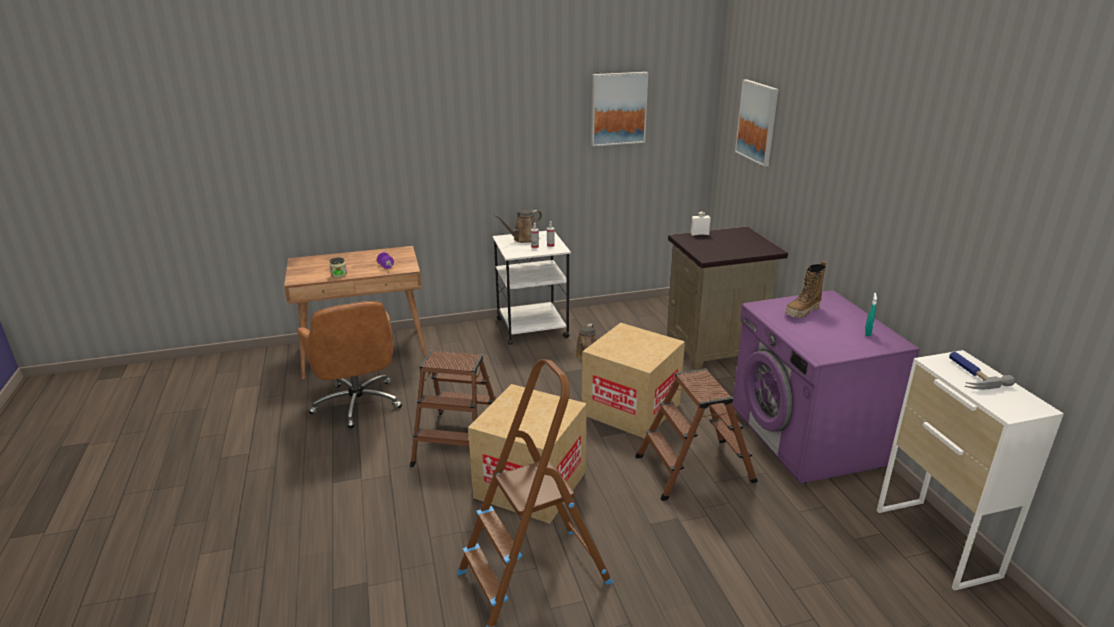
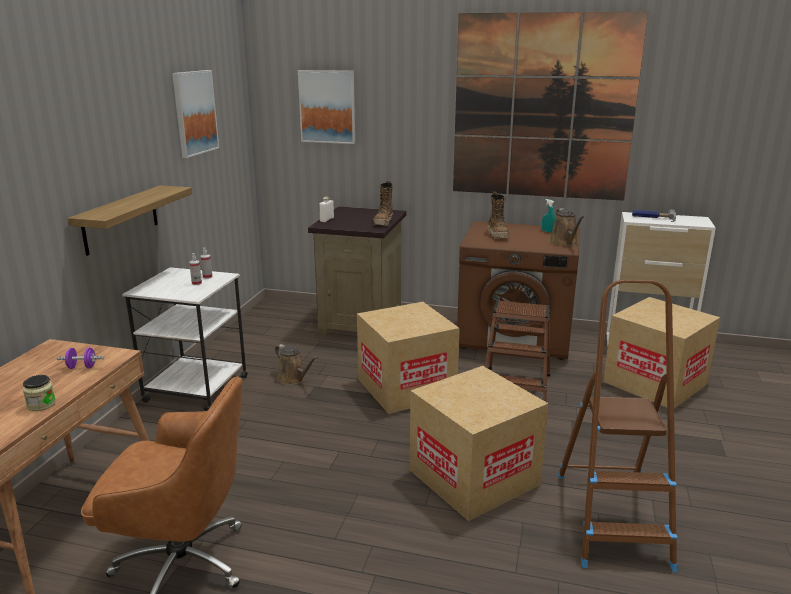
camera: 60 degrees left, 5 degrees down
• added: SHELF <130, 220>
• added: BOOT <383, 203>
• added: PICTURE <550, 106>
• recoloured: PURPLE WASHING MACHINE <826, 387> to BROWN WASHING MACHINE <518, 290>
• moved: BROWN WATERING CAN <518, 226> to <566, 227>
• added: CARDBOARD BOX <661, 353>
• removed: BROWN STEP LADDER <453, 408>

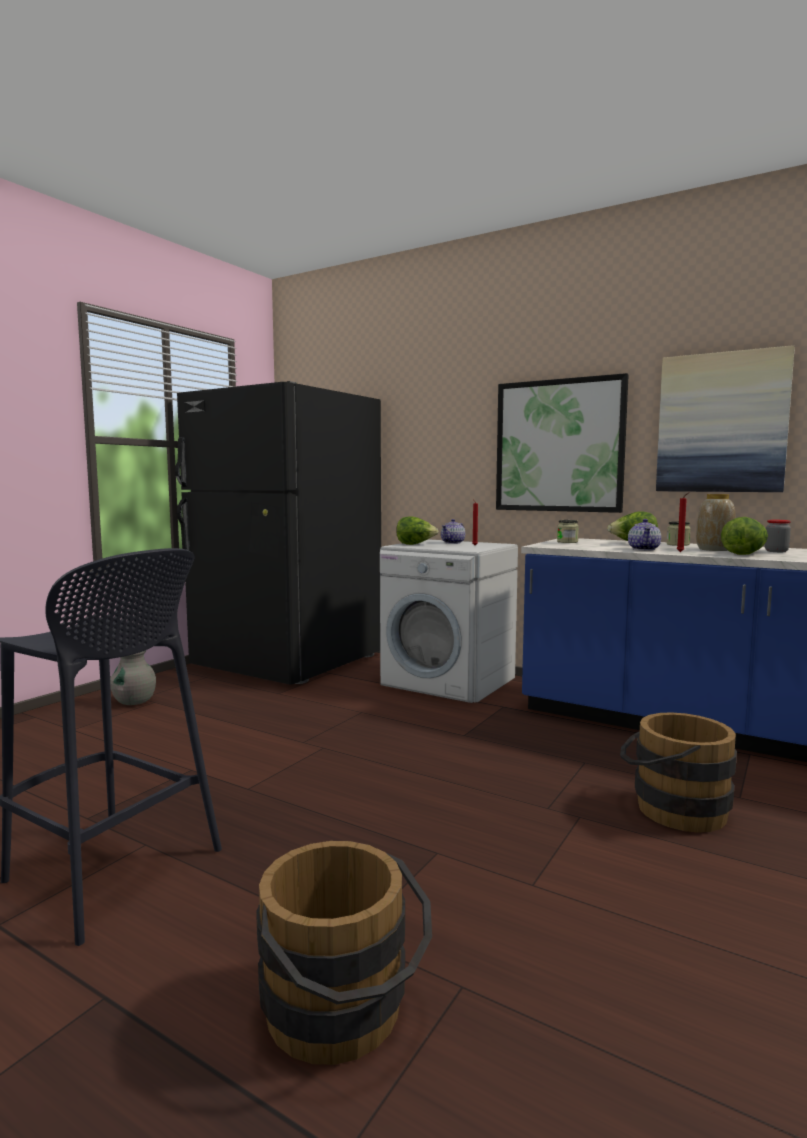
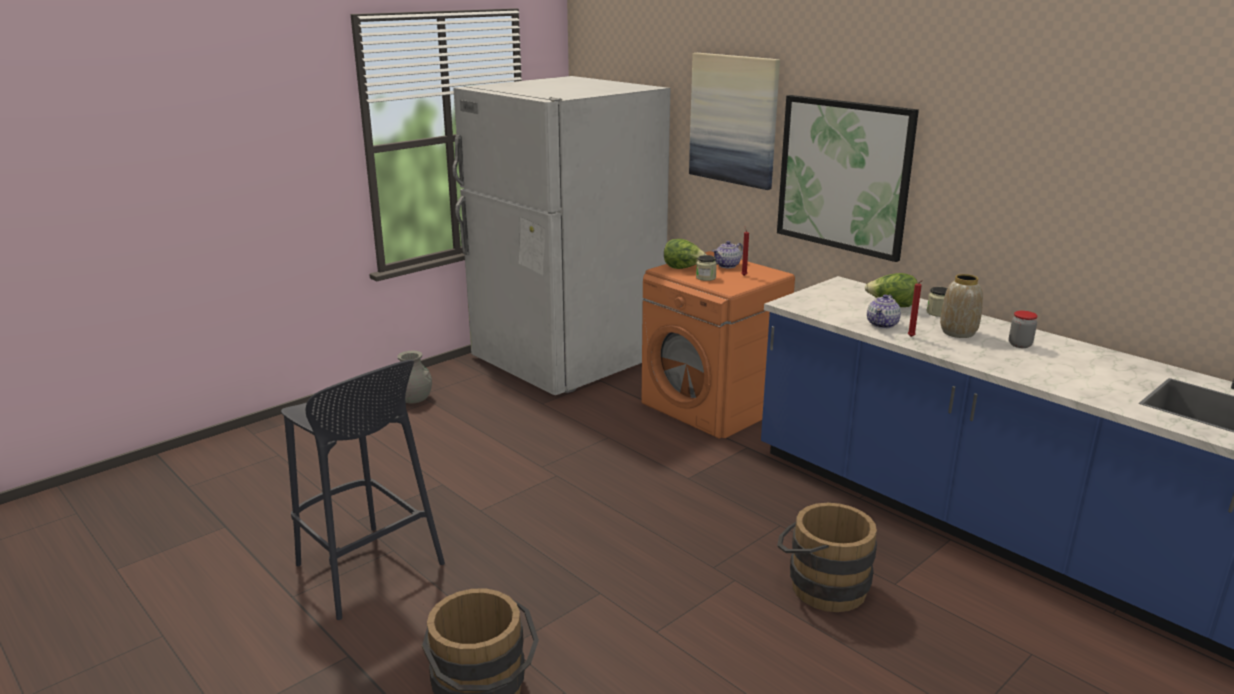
camera: 15 degrees right, 15 degrees up
• recoloured: BLACK FRIDGE <278, 533> to WHITE FRIDGE <561, 235>
• recoloured: WHITE WASHING MACHINE <449, 621> to ORANGE WASHING MACHINE <718, 345>
• moved: PICTURE <725, 418> to <734, 121>
• moved: JAR <568, 531> to <706, 268>
• removed: LETTUCE <744, 536>

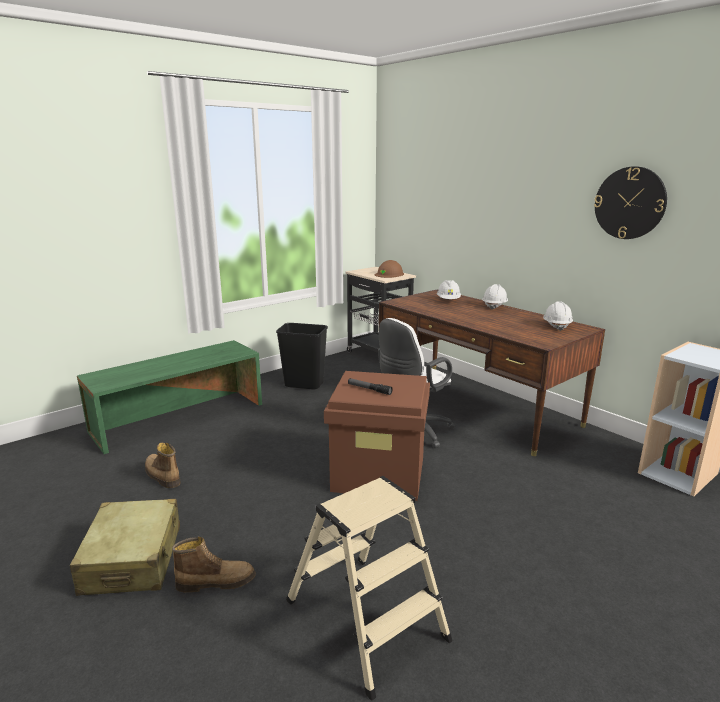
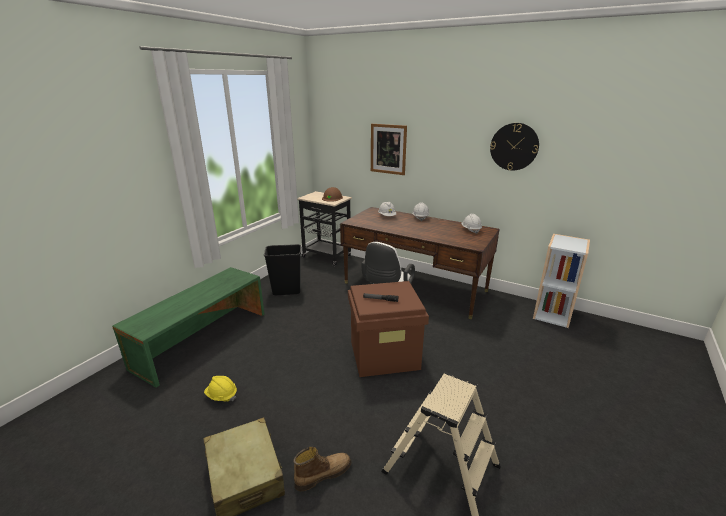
camera: 20 degrees left, 5 degrees up
• replaced: BOOT <163, 465> to YELLOW HARD HAT <220, 389>
• added: PICTURE <389, 149>

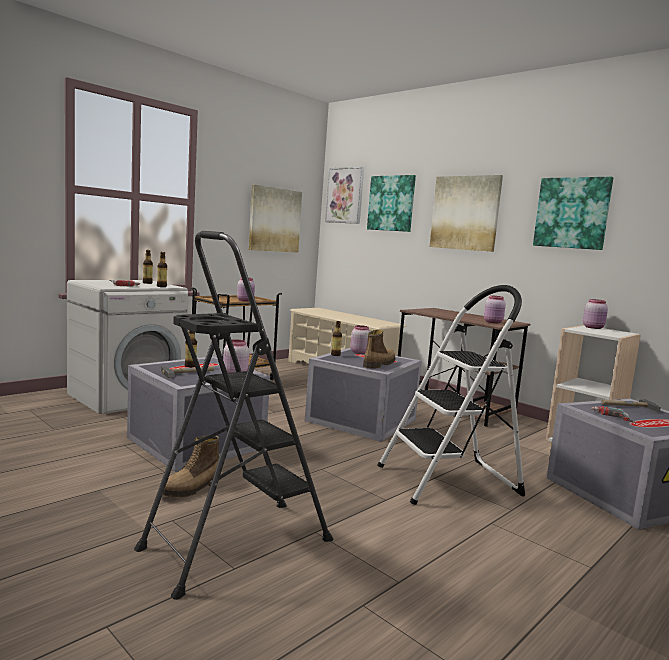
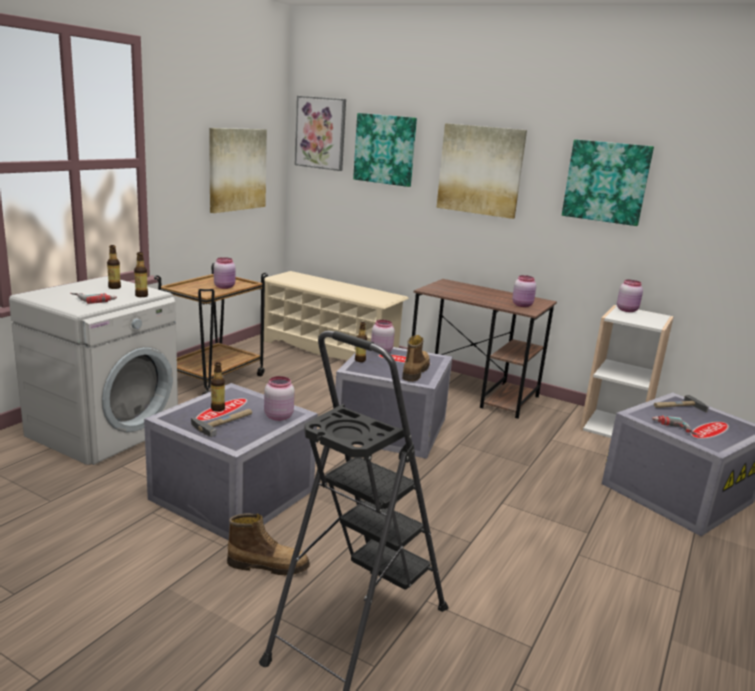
camera: 15 degrees left, 10 degrees up
• turned: BOOT <191, 466> = <268, 544> 105 degrees counterclockwise
• removed: STEP LADDER <451, 395>

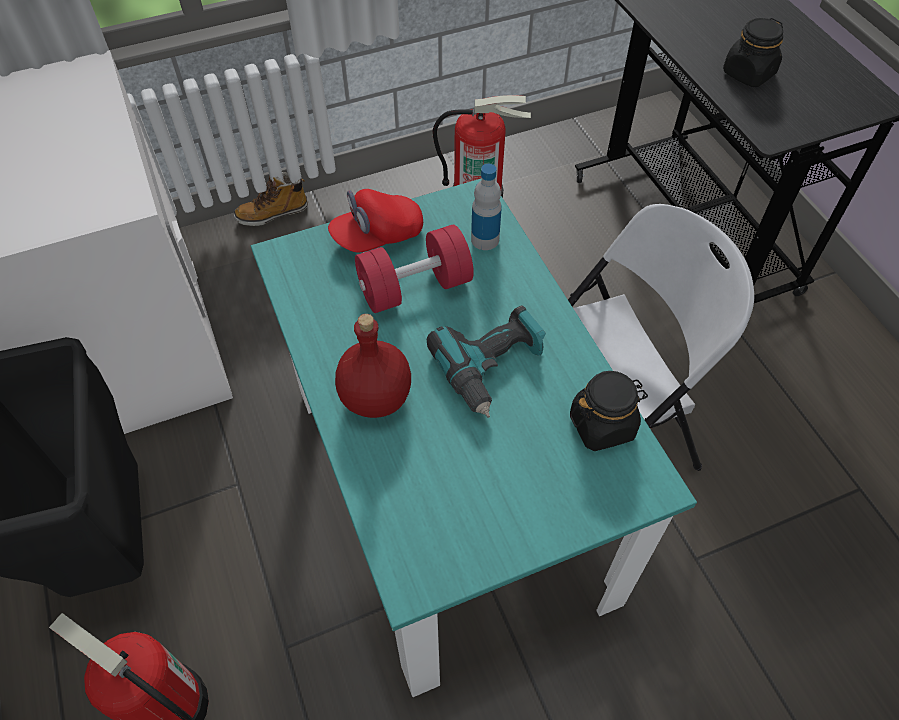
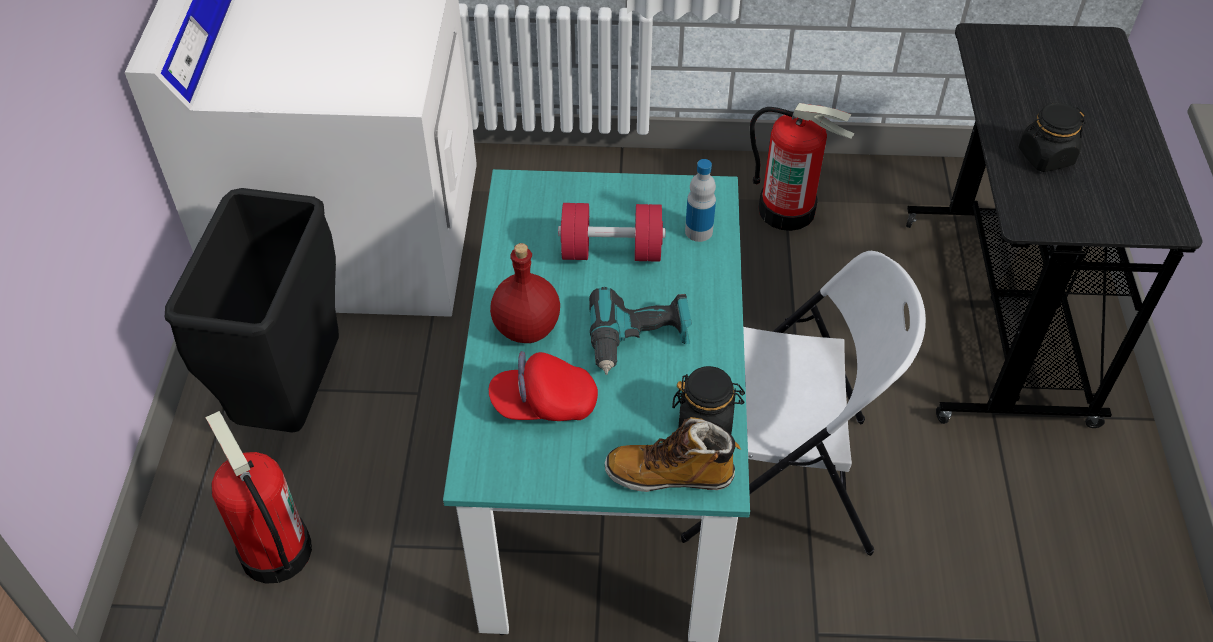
camera: 25 degrees right, 5 degrees down
• moved: RED CAP <375, 220> to <543, 386>
• moved: BOOT <271, 199> to <673, 454>

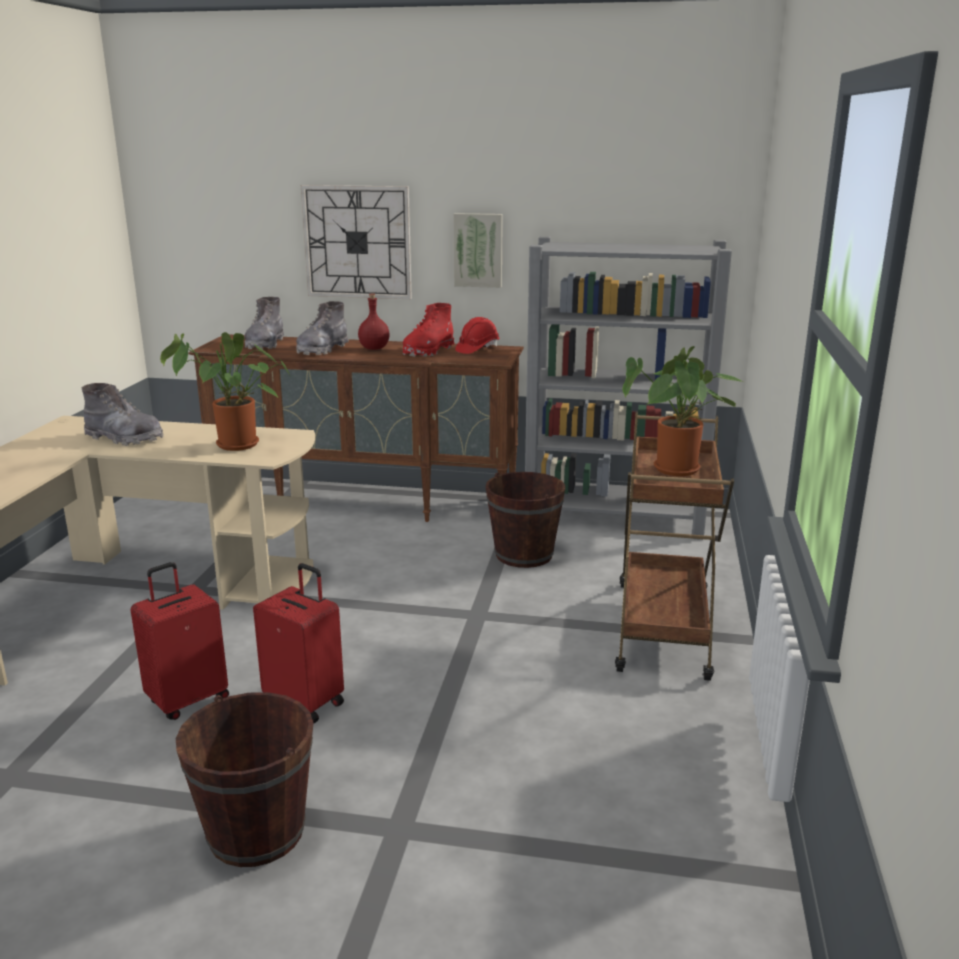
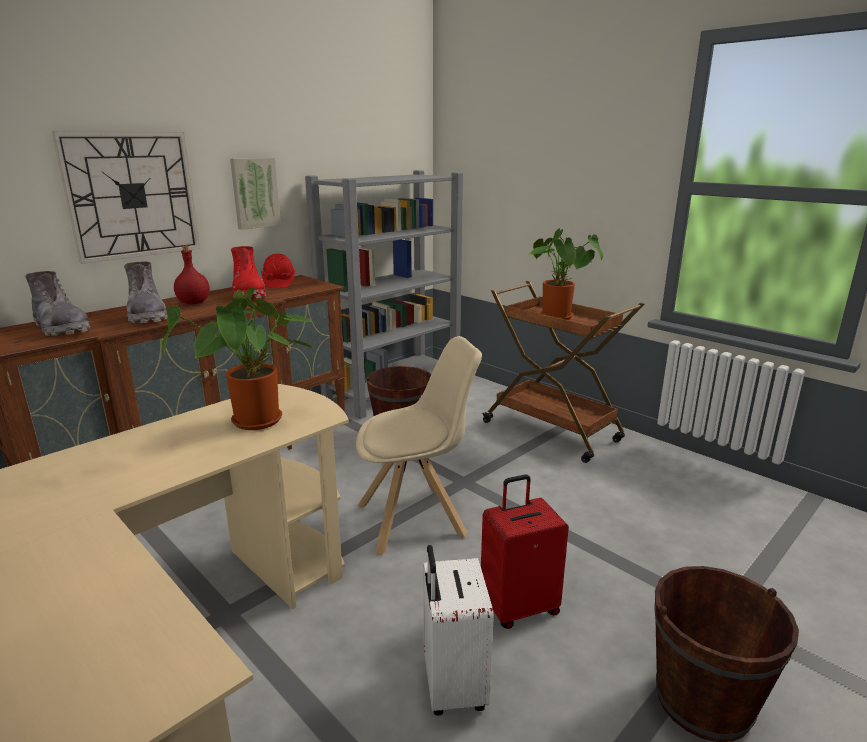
camera: 55 degrees left, 0 degrees up
• added: BEIGE CHAIR <419, 446>
• recoloured: RED SUITCASE <180, 641> to WHITE SUITCASE <458, 630>
• removed: GREY BOOT <123, 414>

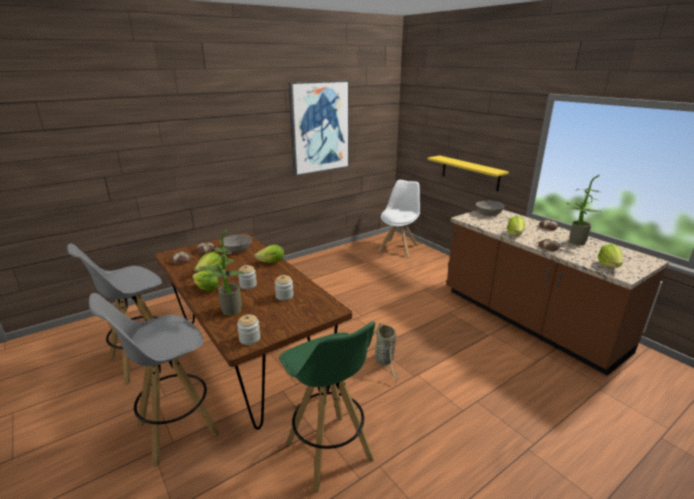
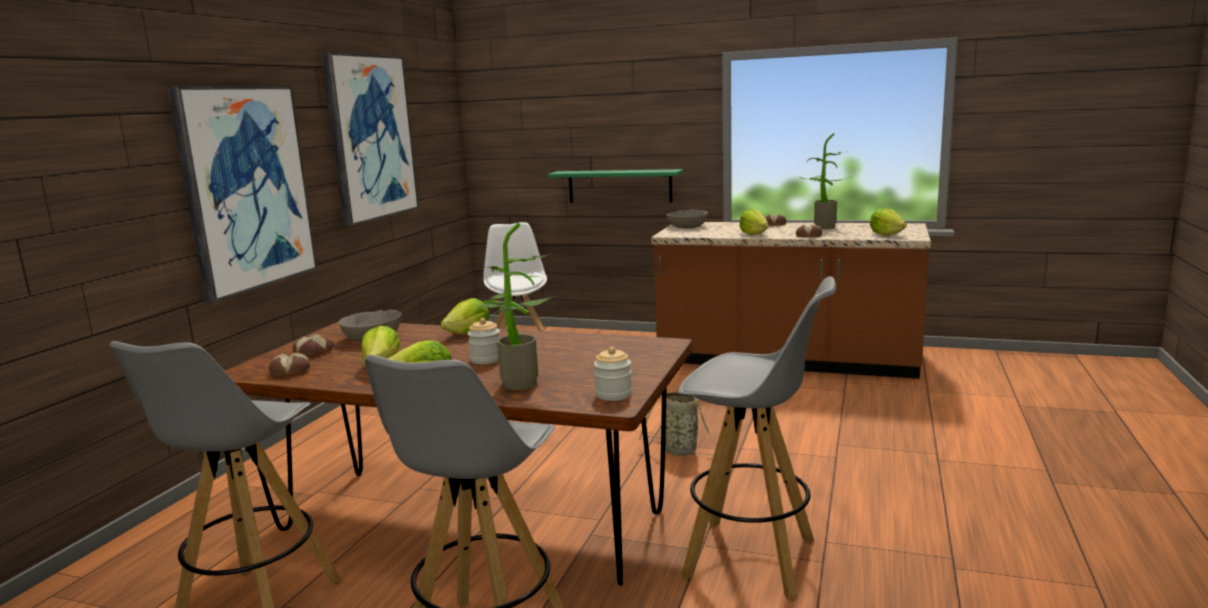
camera: 35 degrees left, 10 degrees down
• added: PICTURE <242, 194>
• recoloured: YELLOW SHELF <468, 173> to GREEN SHELF <615, 186>
• recoloured: GREEN STOOL <327, 407> to GREY STOOL <757, 438>
• removed: JAR <284, 288>

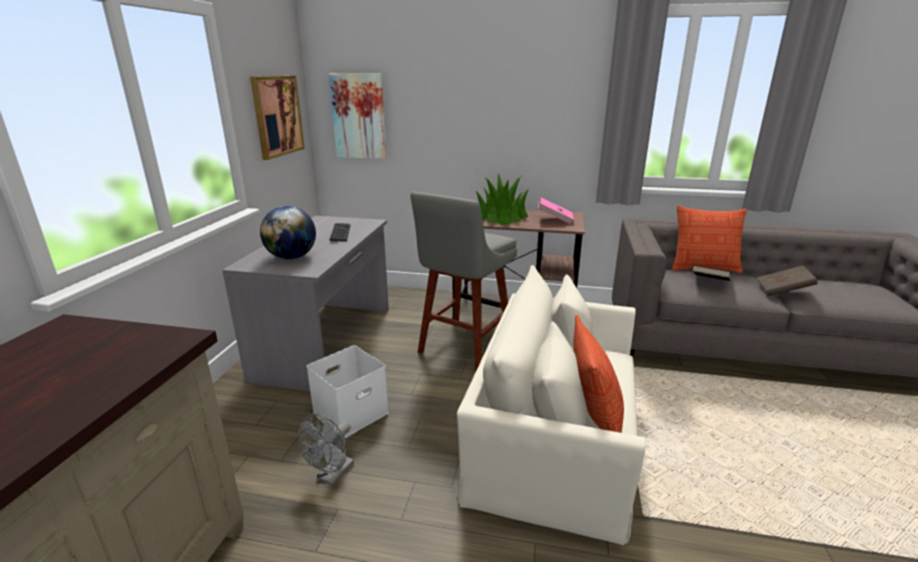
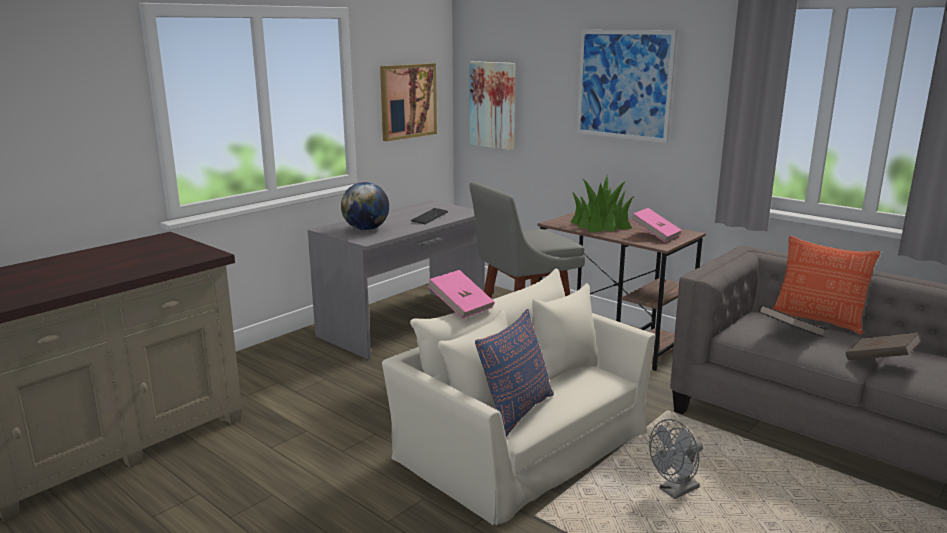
camera: 30 degrees right, 5 degrees down
• added: PINK BOOK <461, 294>
• recoloured: ORANGE PILLOW <598, 374> to BLUE PILLOW <514, 373>
• added: PICTURE <627, 86>
• moved: GREY FAN <326, 450> to <676, 459>
• removed: WHITE STORAGE BOX <347, 391>

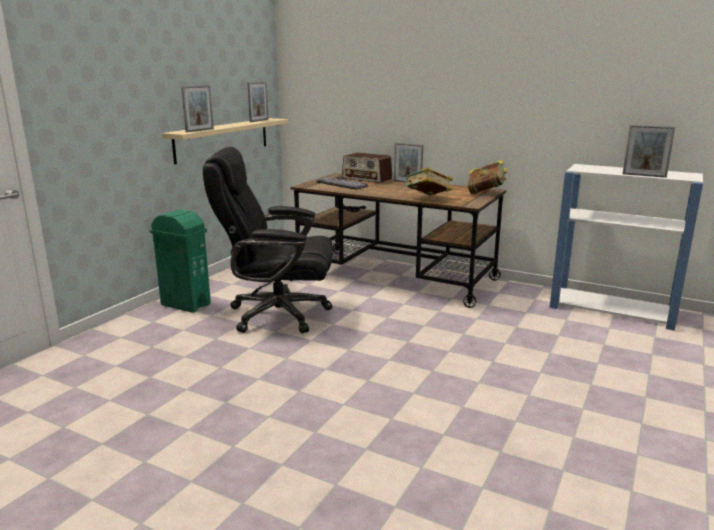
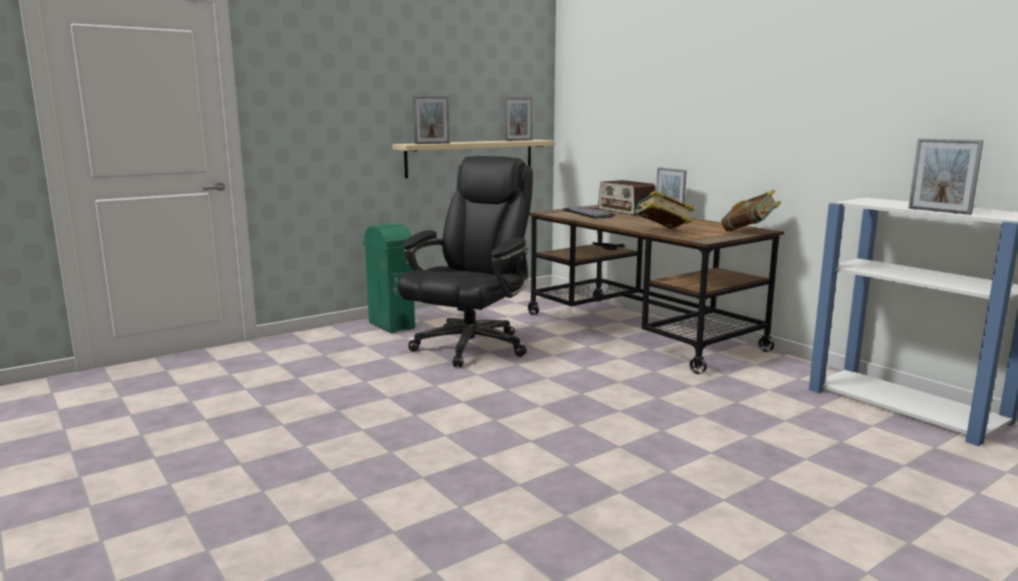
camera: 25 degrees right, 5 degrees down
• turned: BLACK OFFICE CHAIR <268, 240> = <465, 261> 90 degrees clockwise

